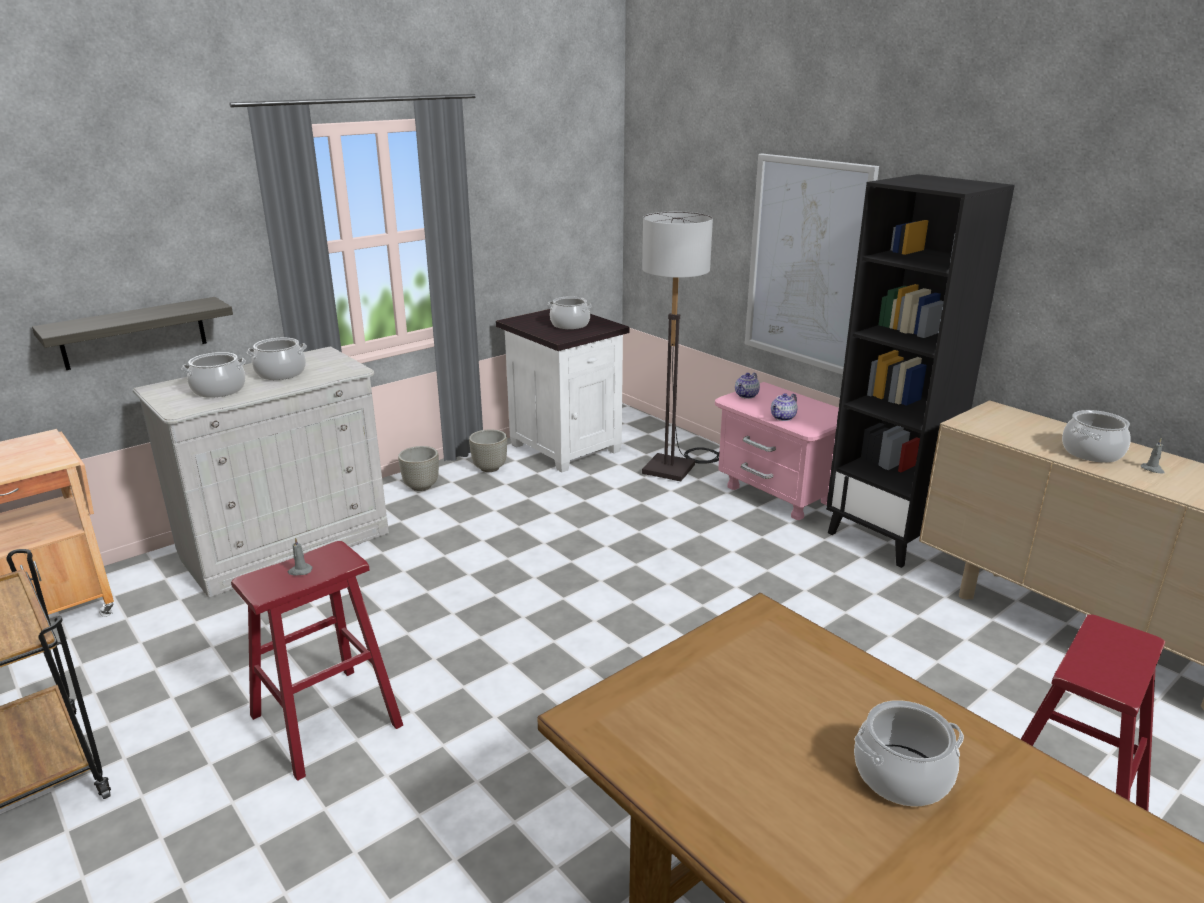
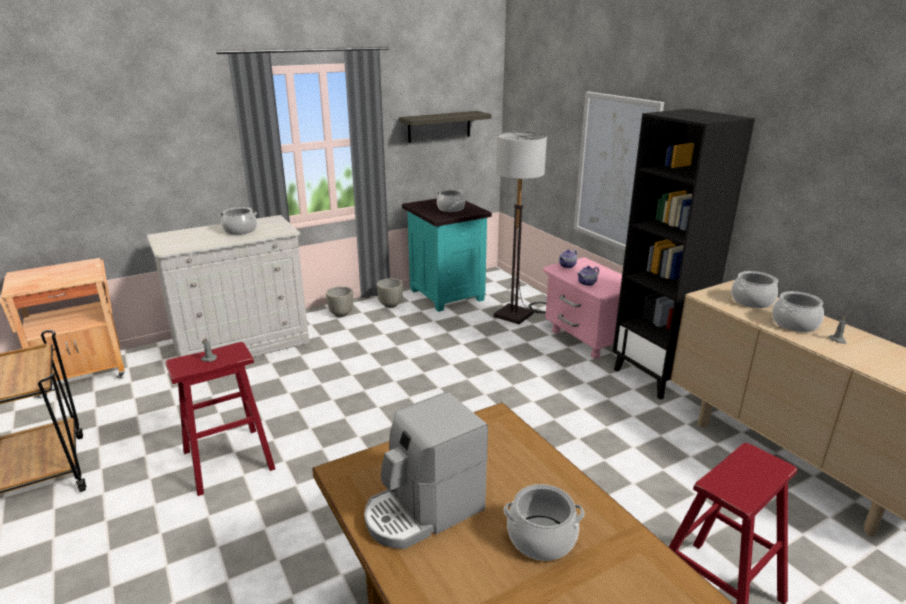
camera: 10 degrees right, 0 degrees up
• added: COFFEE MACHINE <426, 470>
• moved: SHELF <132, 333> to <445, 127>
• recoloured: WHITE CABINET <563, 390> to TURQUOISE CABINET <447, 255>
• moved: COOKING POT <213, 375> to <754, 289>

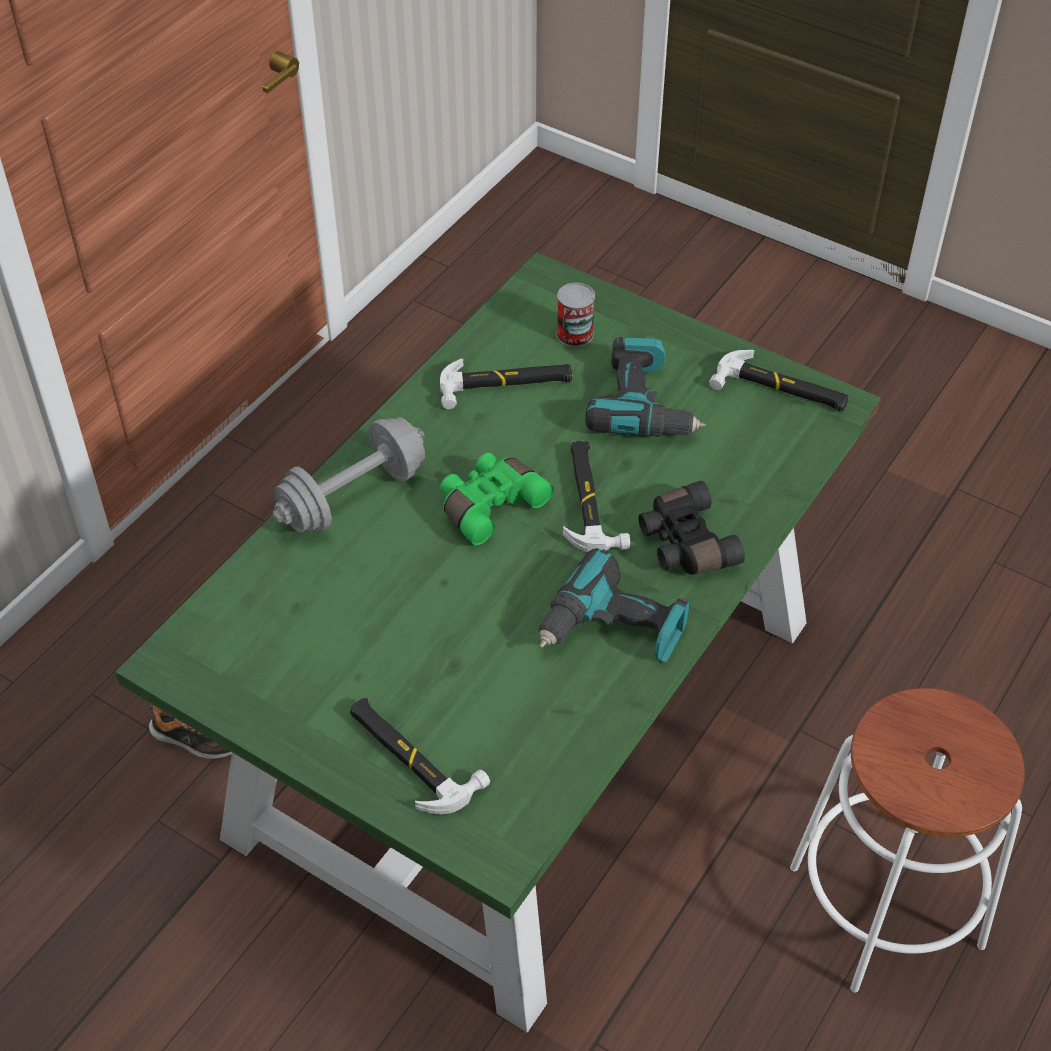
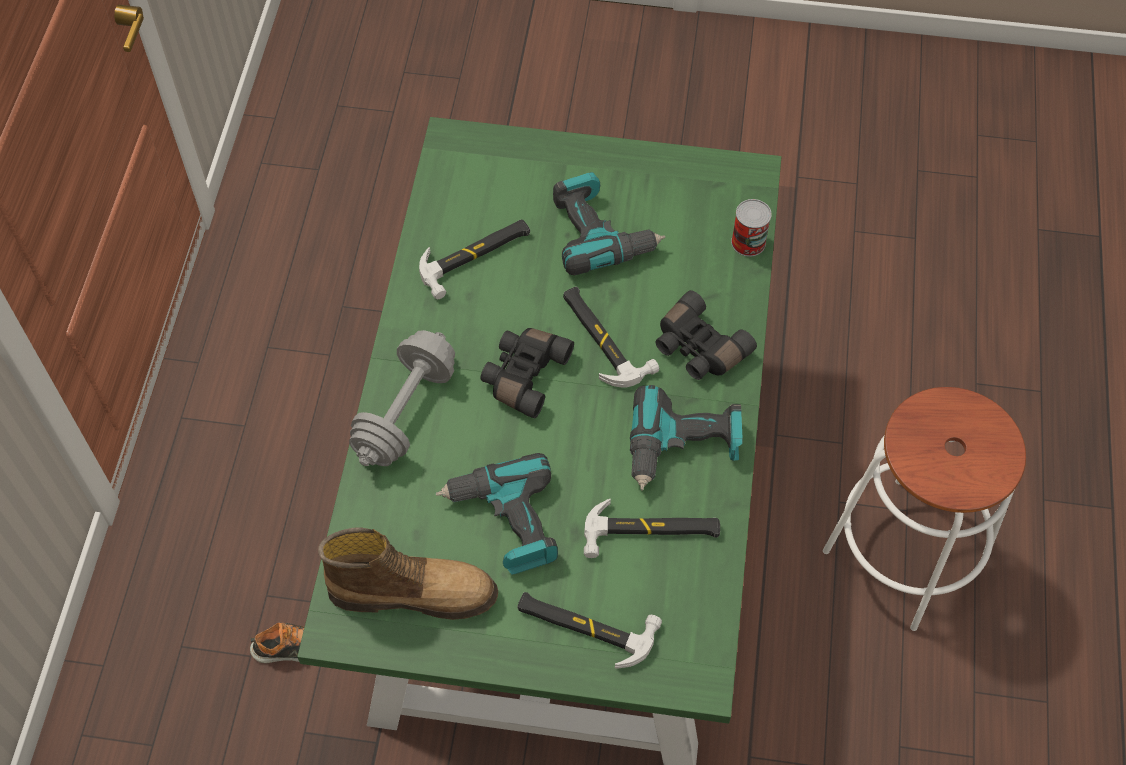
camera: 25 degrees left, 10 degrees up
• added: BOOT <408, 573>
• added: POWER DRILL <497, 514>
• recoloured: GREEN BINOCULARS <496, 499> to BLACK BINOCULARS <527, 373>
• moved: HAMMER <779, 381> to <652, 528>
• moved: CAN <575, 315> to <751, 228>

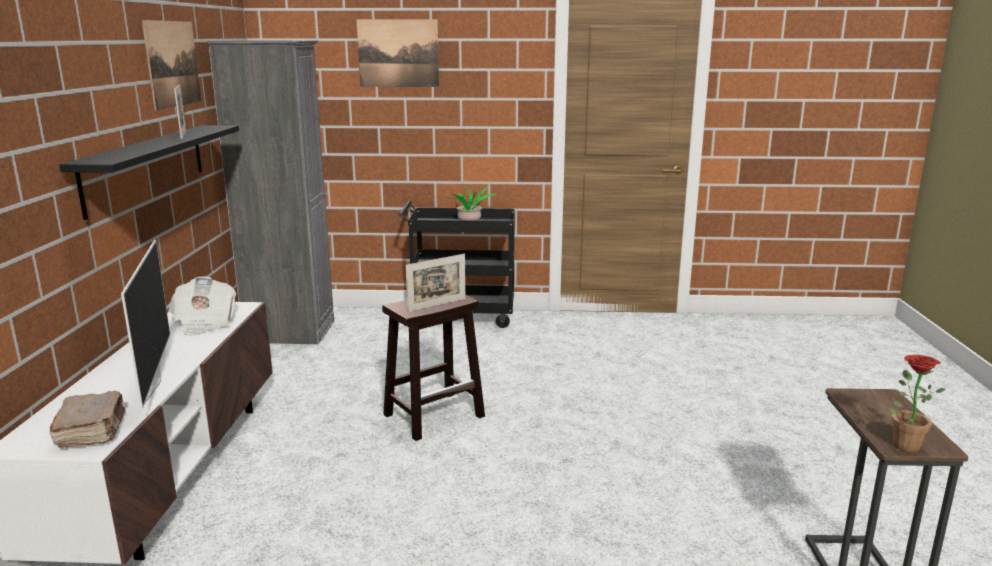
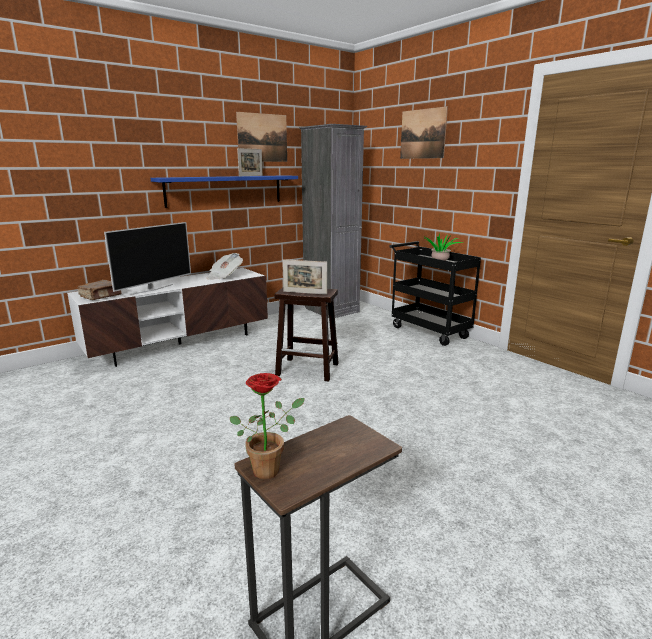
camera: 50 degrees right, 0 degrees up
• recoloured: BLACK SHELF <149, 172> to BLUE SHELF <224, 191>

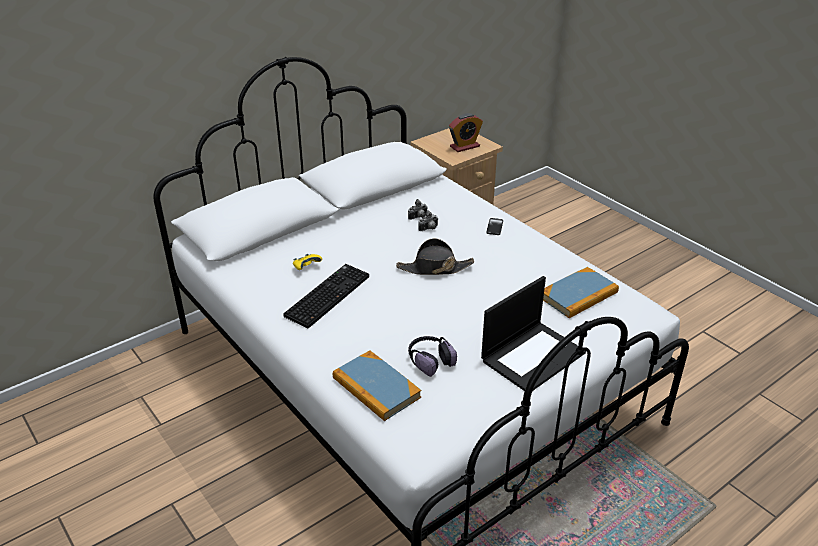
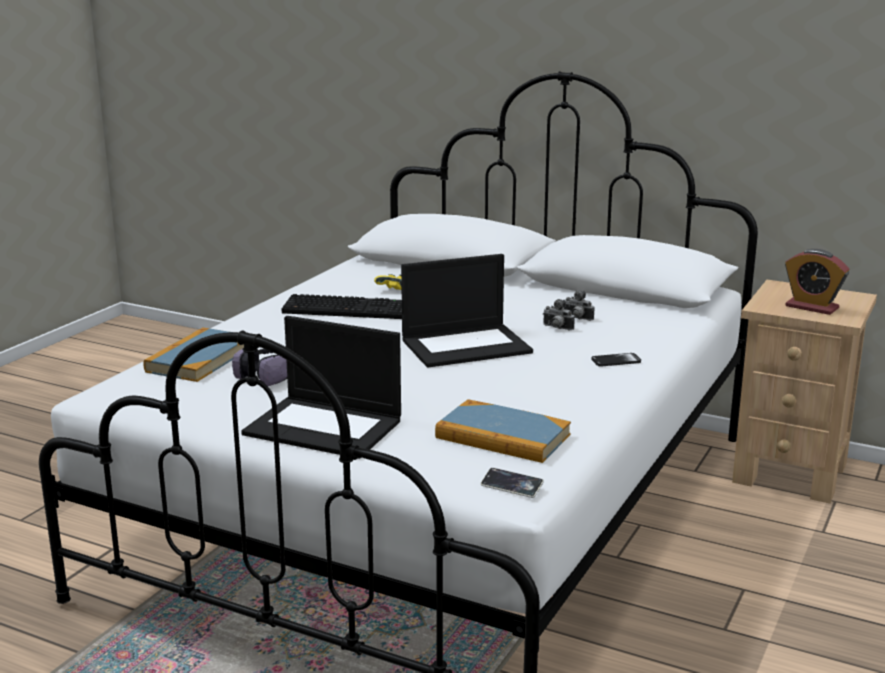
camera: 65 degrees right, 15 degrees down
• replaced: BLACK HAT <435, 256> to LAPTOP <467, 311>
• added: PHONE <512, 483>

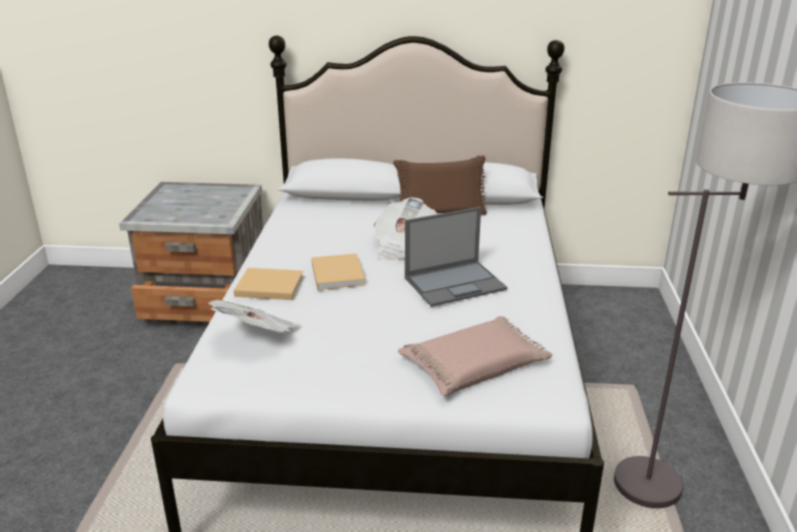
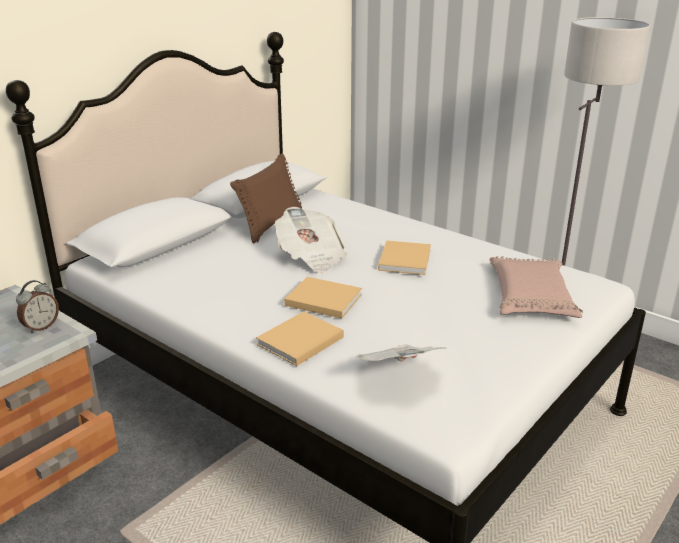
camera: 55 degrees left, 0 degrees up
• added: ALARM CLOCK <37, 306>
• replaced: LAPTOP <456, 257> to BEIGE BOOK <404, 257>

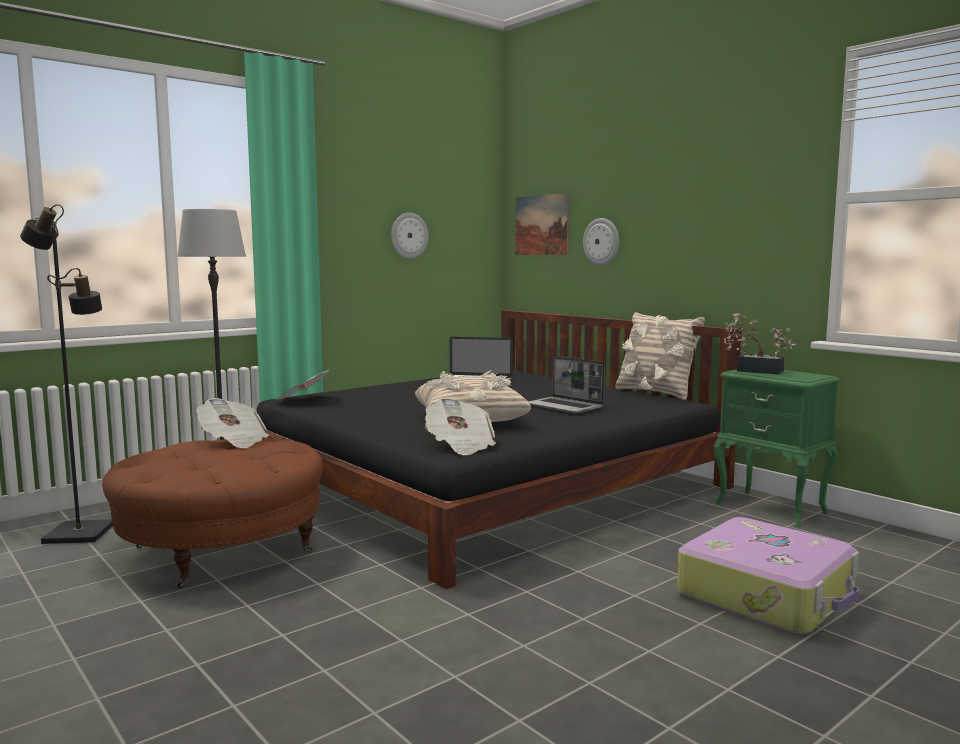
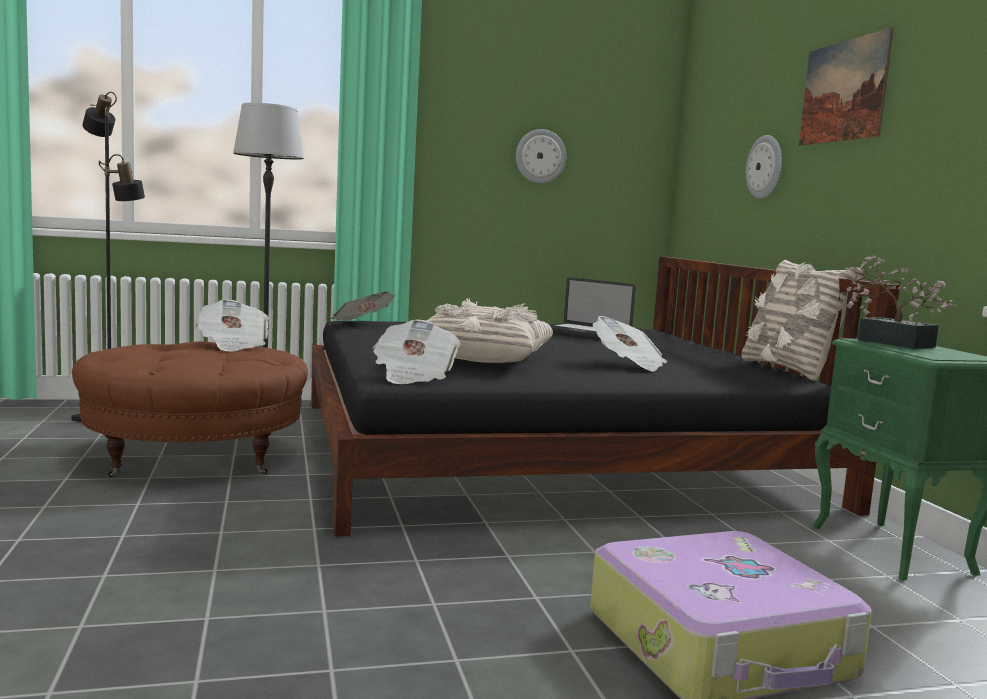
camera: 25 degrees right, 0 degrees up
• replaced: LAPTOP <566, 385> to NEWSPAPER <630, 343>
• moved: PICTURE <542, 224> to <846, 87>

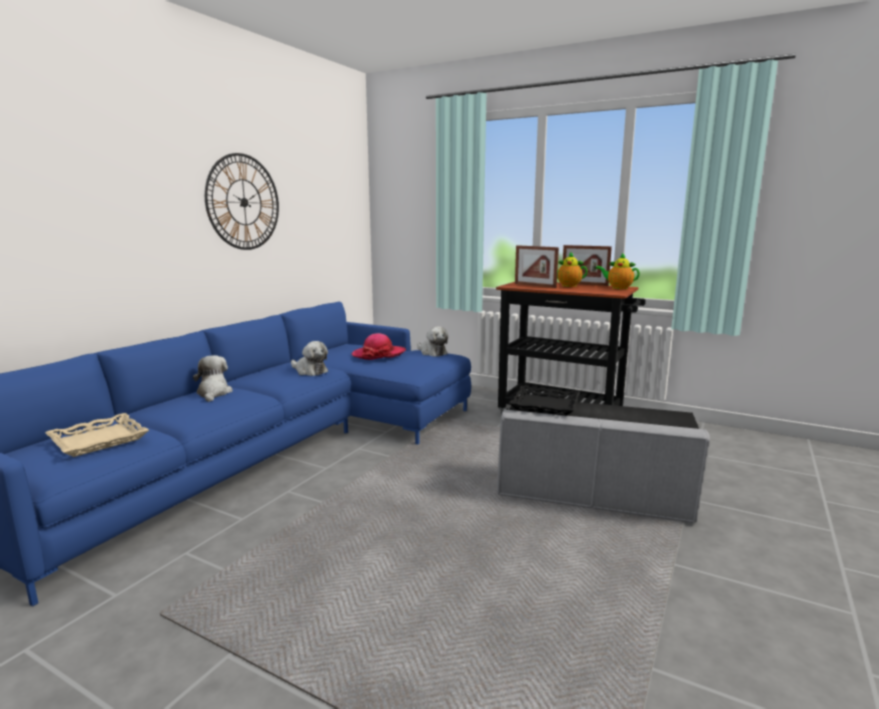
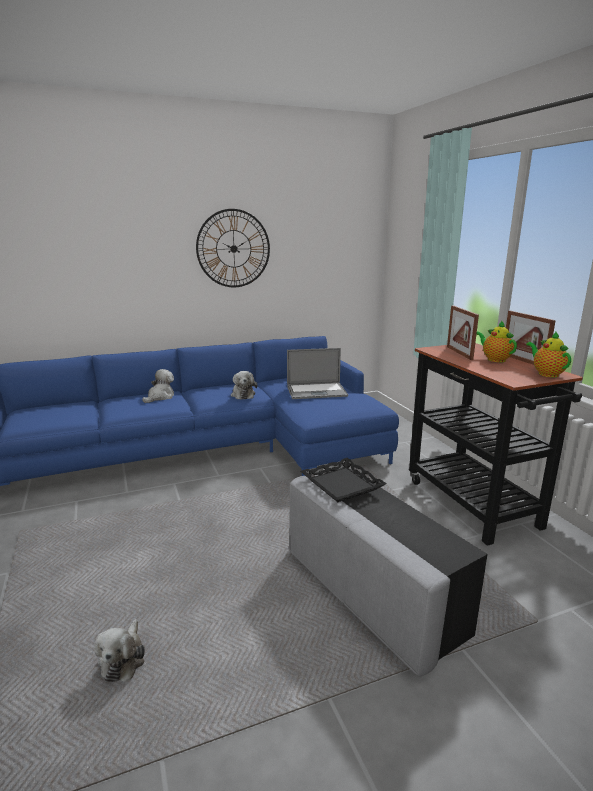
camera: 40 degrees right, 5 degrees up
• moved: PLUSH TOY <432, 342> to <119, 650>
• replaced: HAT <379, 346> to LAPTOP <317, 373>
• removed: BEIGE TRAY <97, 435>

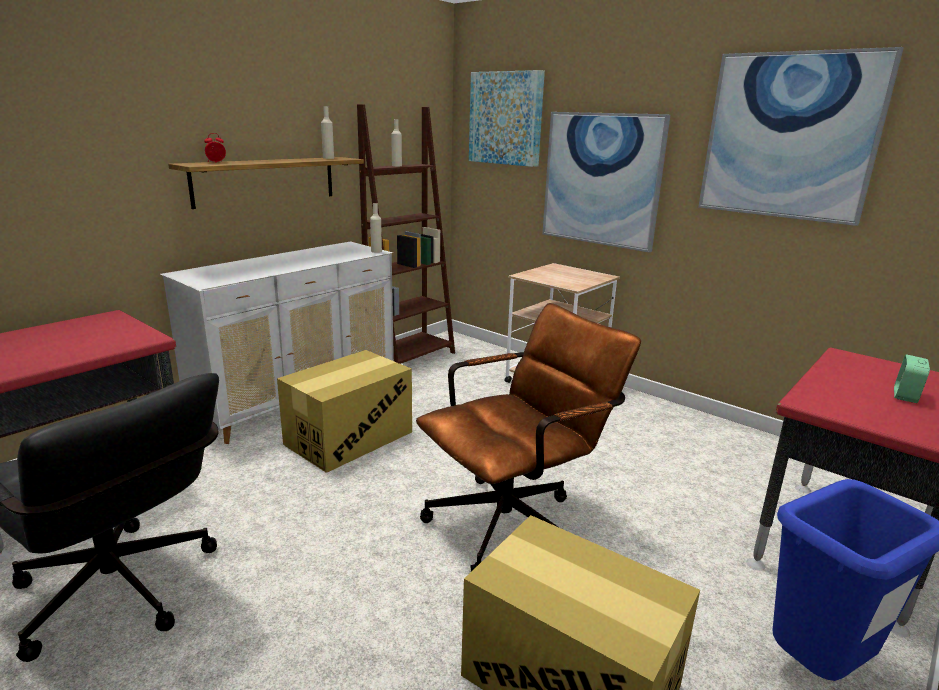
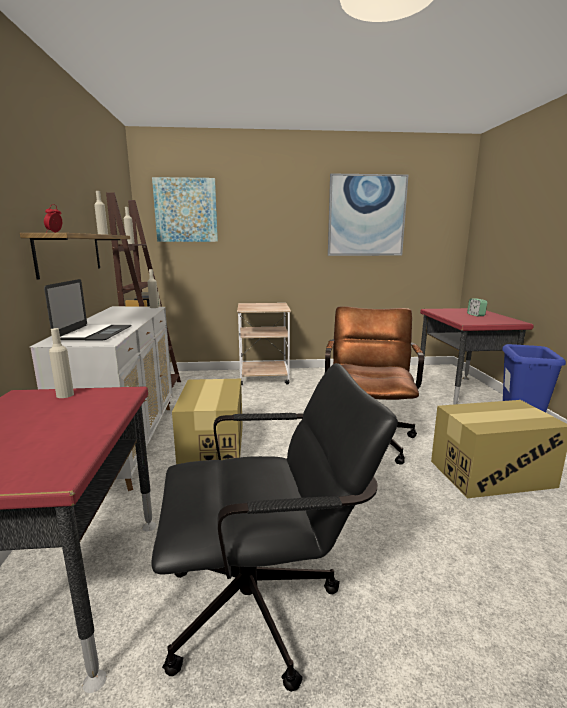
camera: 45 degrees left, 5 degrees down
• added: LAPTOP <87, 309>
• added: BEIGE BOTTLE <61, 363>
• removed: PICTURE <606, 182>

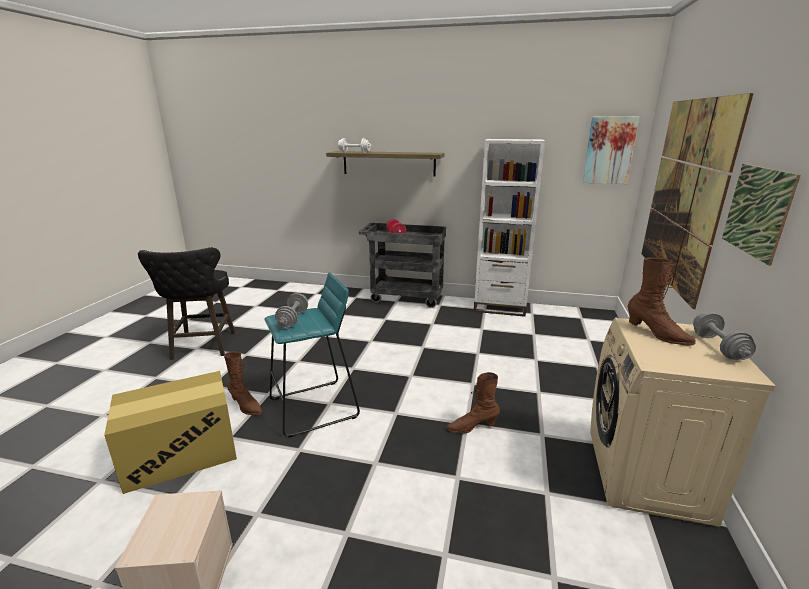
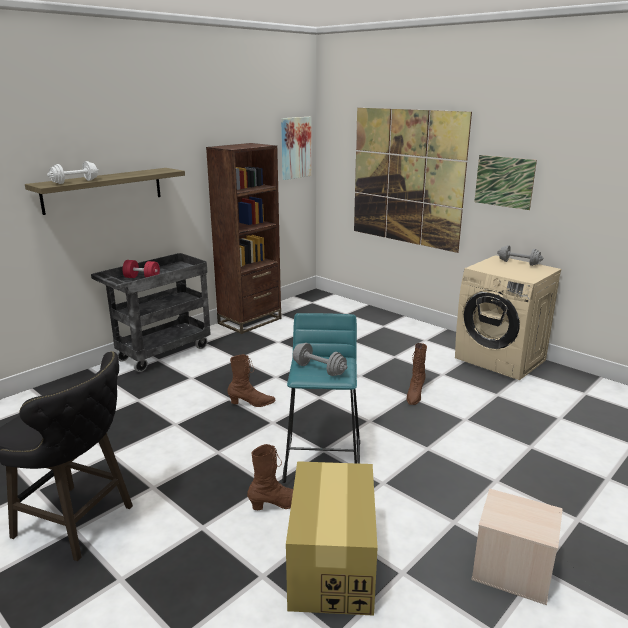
camera: 60 degrees left, 0 degrees up
• recoloured: WHITE BOOKCASE <509, 228> to BROWN BOOKCASE <243, 238>
• moved: BROWN BOOT <662, 301> to <251, 380>

